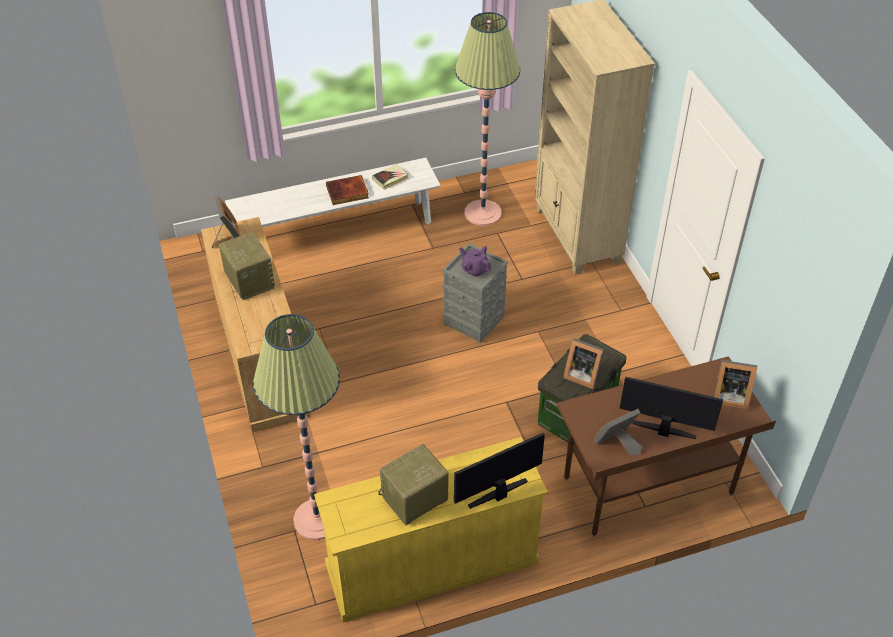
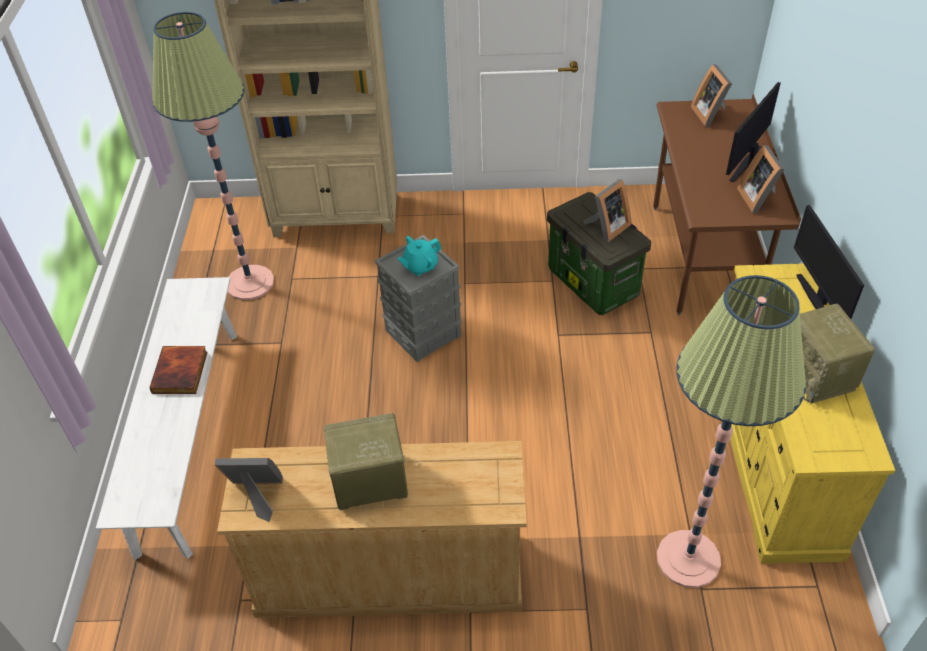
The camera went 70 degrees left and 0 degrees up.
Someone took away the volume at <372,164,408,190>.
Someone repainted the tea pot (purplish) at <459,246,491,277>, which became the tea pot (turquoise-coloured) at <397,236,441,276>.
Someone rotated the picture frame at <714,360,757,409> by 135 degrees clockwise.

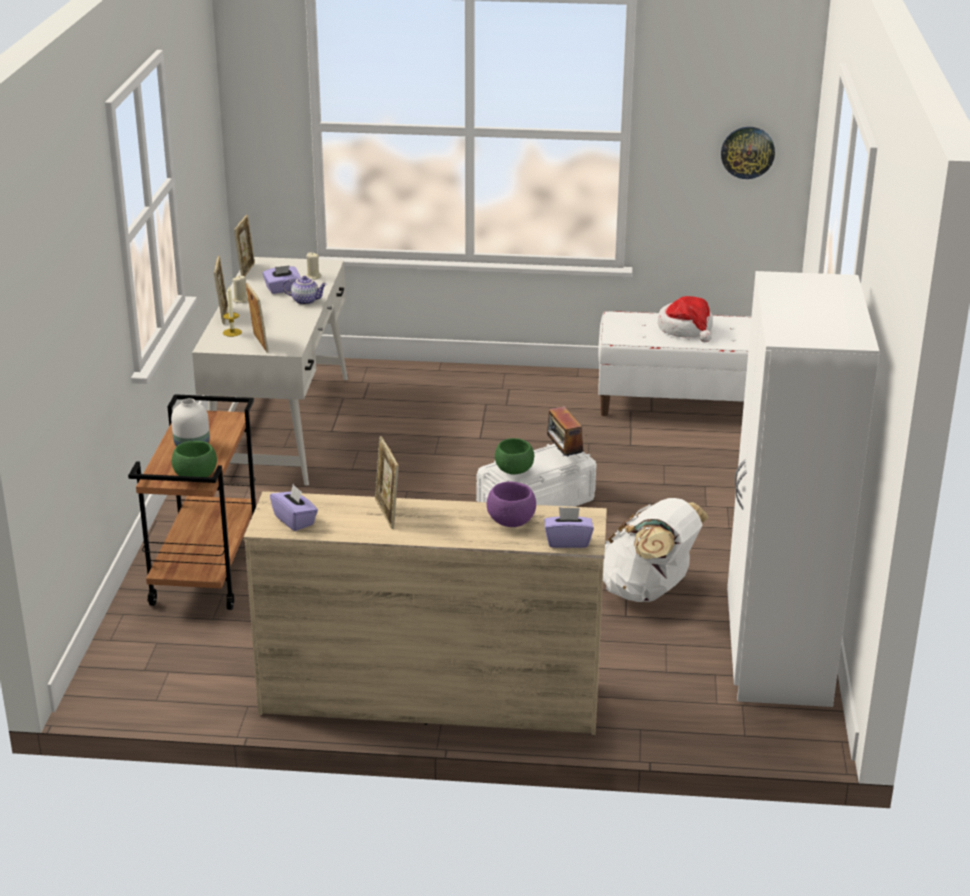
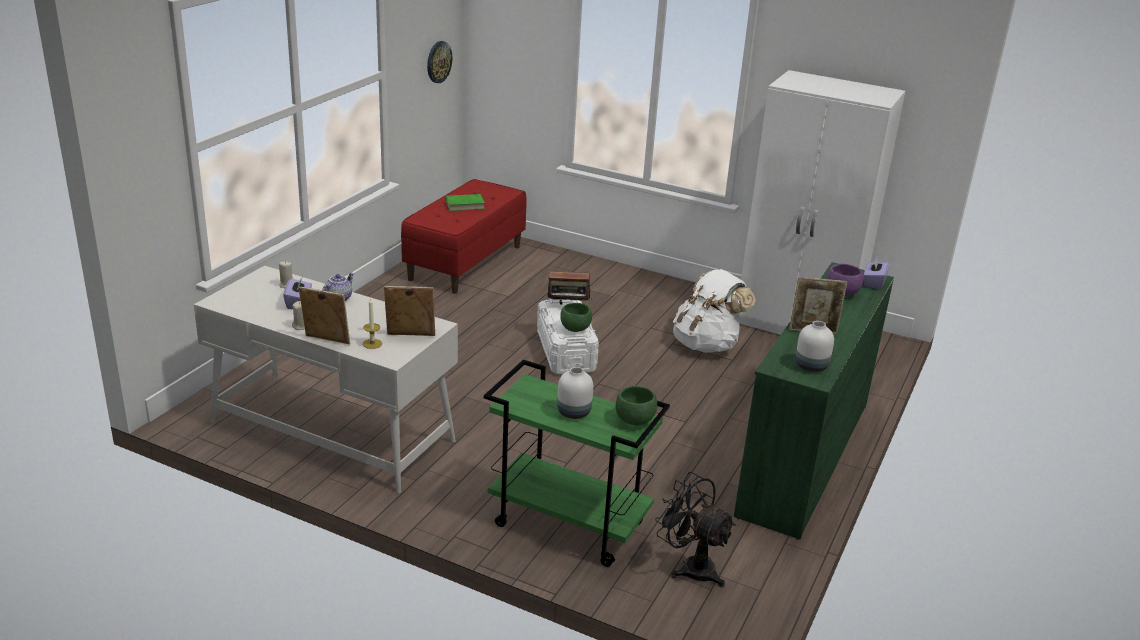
The camera went 70 degrees left and 0 degrees up.
Someone repainted the cart (brown-coloured) at <128,394,256,610>, which became the cart (green) at <484,360,670,567>.
Someone took away the picture frame at <234,215,255,277>.
Someone repainted the chest of drawers (beige-coloured) at <244,491,607,735>, which became the chest of drawers (green) at <734,262,894,540>.
Someone swapped the box of tissues (purplish) at <270,484,318,531> for the flower vase (white-coloured) at <796,321,834,372>.
Someone repainted the indoor bench (white-coloured) at <598,311,751,416>, which became the indoor bench (reddish) at <401,179,527,294>.
Someone swapped the wearable hat at <658,296,713,342> for the volume (green) at <441,194,485,211>.
Someone put down the cooling fan (black-coloured) at <655,472,736,588>.

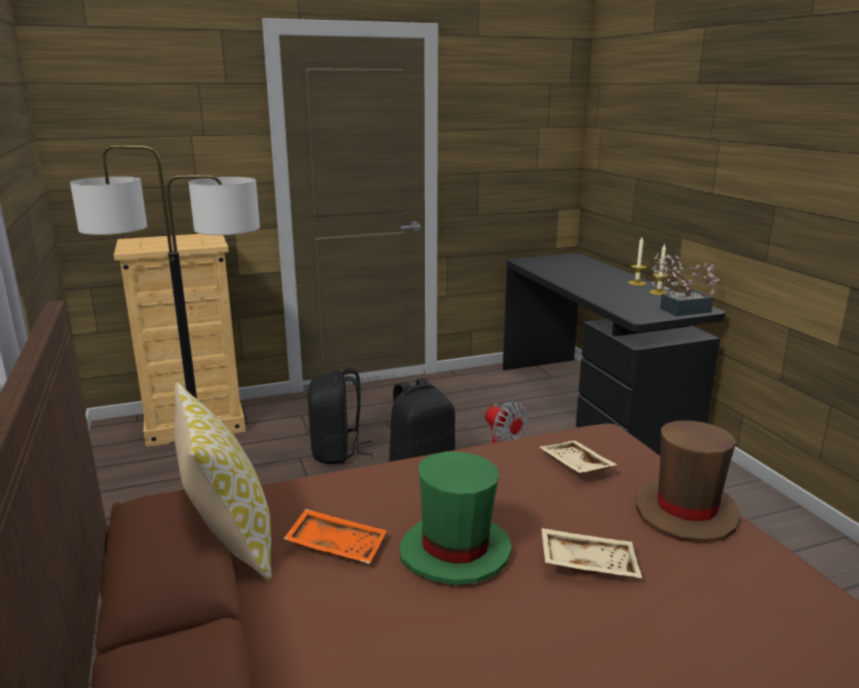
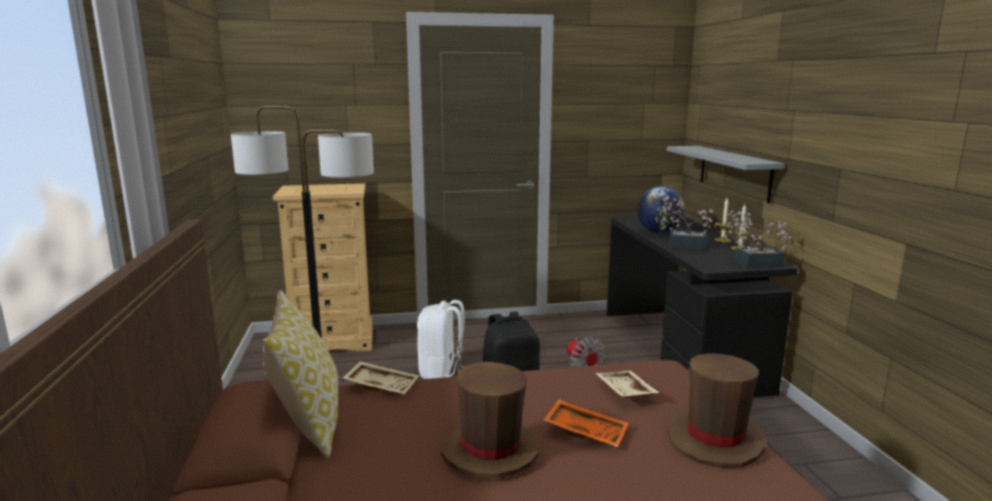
The camera went 10 degrees right and 5 degrees down.
Someone carried the carrying tray (orange-coloured) from <284,509,387,564> to <544,399,629,447>.
Someone repainted the backpack (black-coloured) at <308,368,372,464>, which became the backpack (white-coloured) at <417,300,464,379>.
Someone repainted the wearable hat (green) at <399,451,512,585>, which became the wearable hat (brown-coloured) at <441,362,539,478>.
Someone carried the carrying tray (beige-coloured) from <541,528,642,578> to <343,361,419,395>.
Someone put down the world globe at <637,186,685,233>.
Someone put down the plant in a pot at <655,196,719,250>.
Someone put up the shelf (greyish) at <667,146,785,204>.

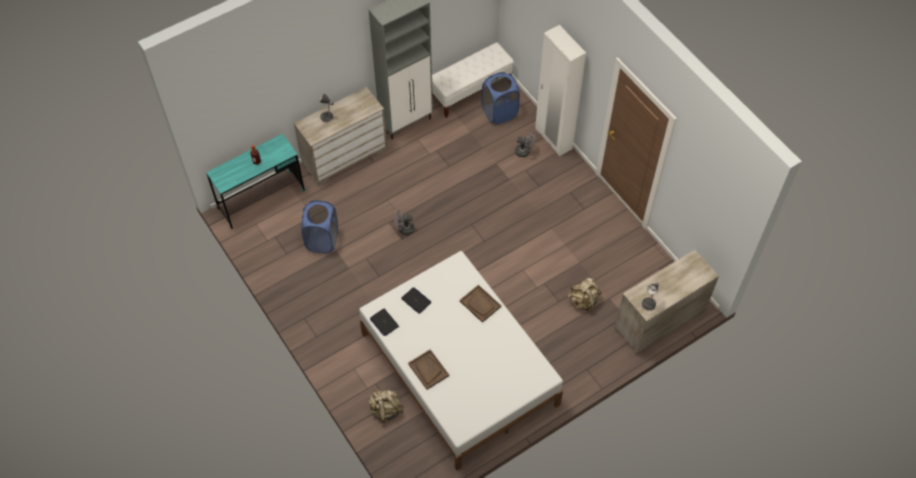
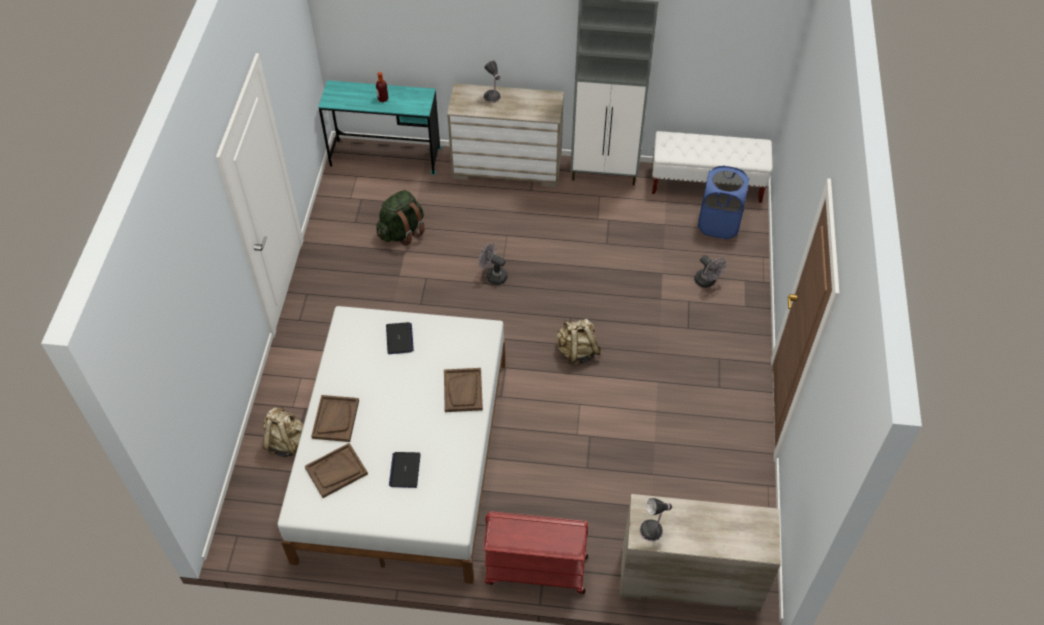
The camera went 40 degrees right and 5 degrees down.
Someone swapped the laundry basket (blue-coloured) at <302,201,338,253> for the backpack (green) at <376,190,425,246>.
Someone carried the portable computer from <370,309,399,336> to <389,452,421,488>.
Someone took away the clothes cupboard (white-coloured) at <535,25,586,156>.
Someone carried the backpack (beige-coloured) from <568,278,602,312> to <556,319,601,365>.
Someone put down the carrying tray (brown-coloured) at <305,443,368,498>.
Someone put down the cart (reddish) at <484,511,588,594>.

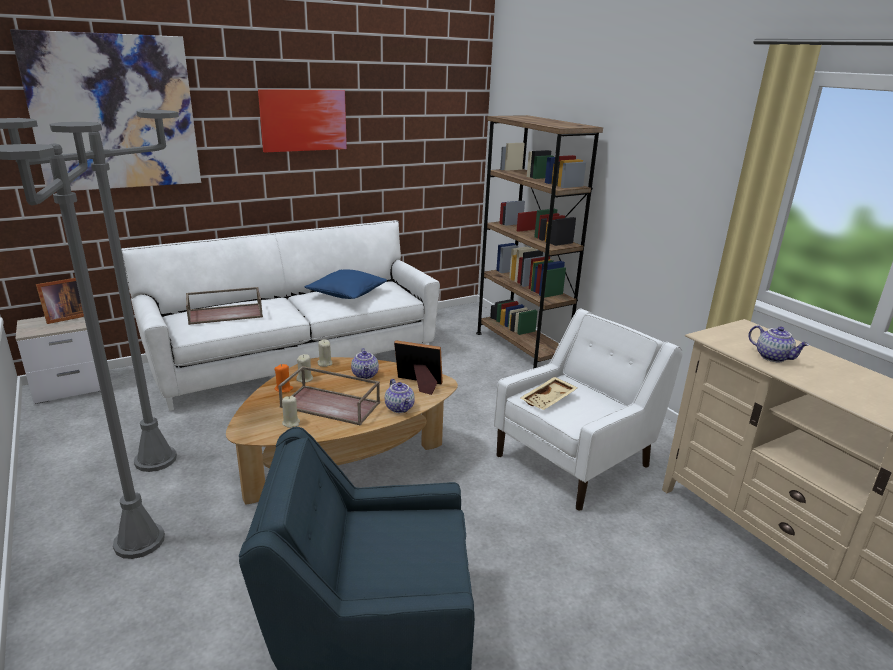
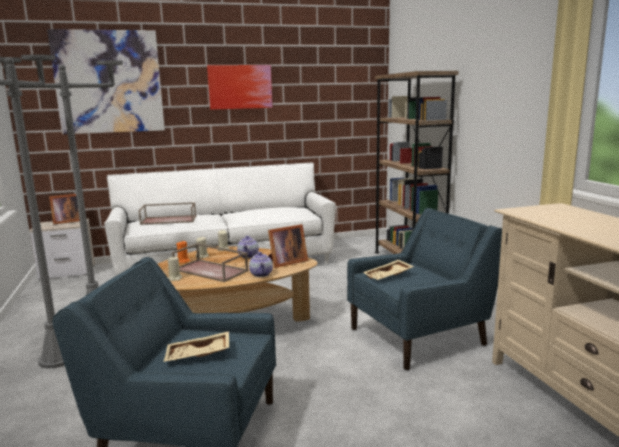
The camera went 15 degrees right and 10 degrees down.
Someone took away the throw pillow (blue-coloured) at <304,269,387,299>.
Someone rotated the picture frame at <394,340,443,395> by 120 degrees clockwise.
Someone repainted the easy chair (white-coloured) at <494,308,683,511>, which became the easy chair (blue-coloured) at <347,208,502,370>.
Someone took away the tea pot at <748,325,809,362>.
Someone put down the carrying tray (beige-coloured) at <163,331,229,362>.

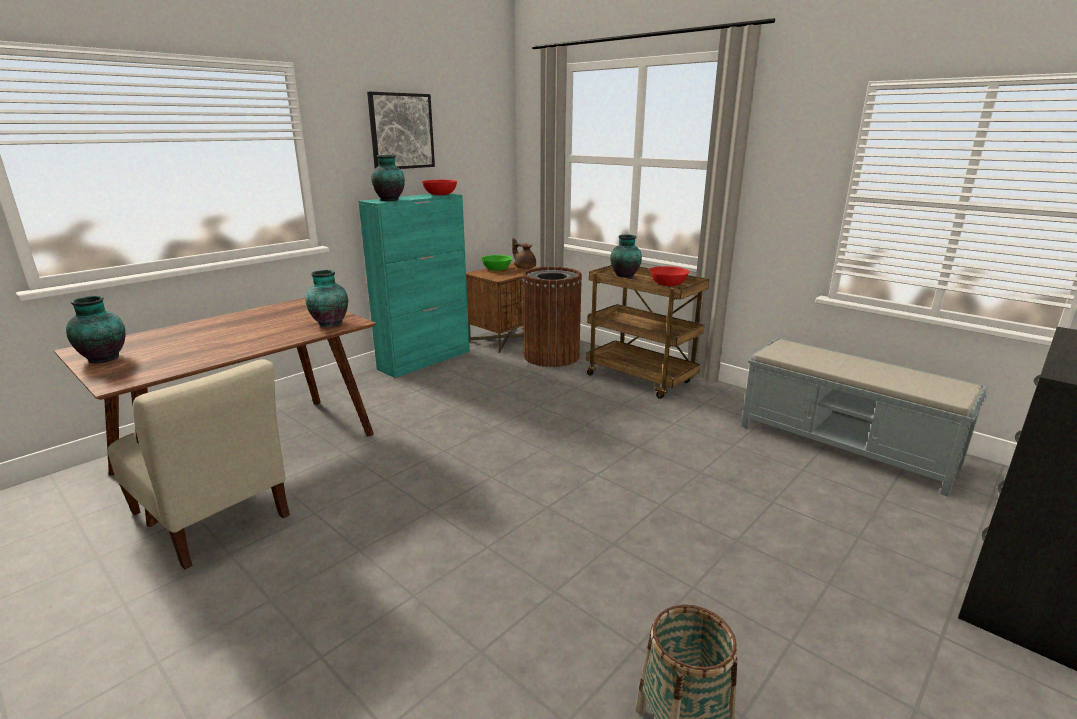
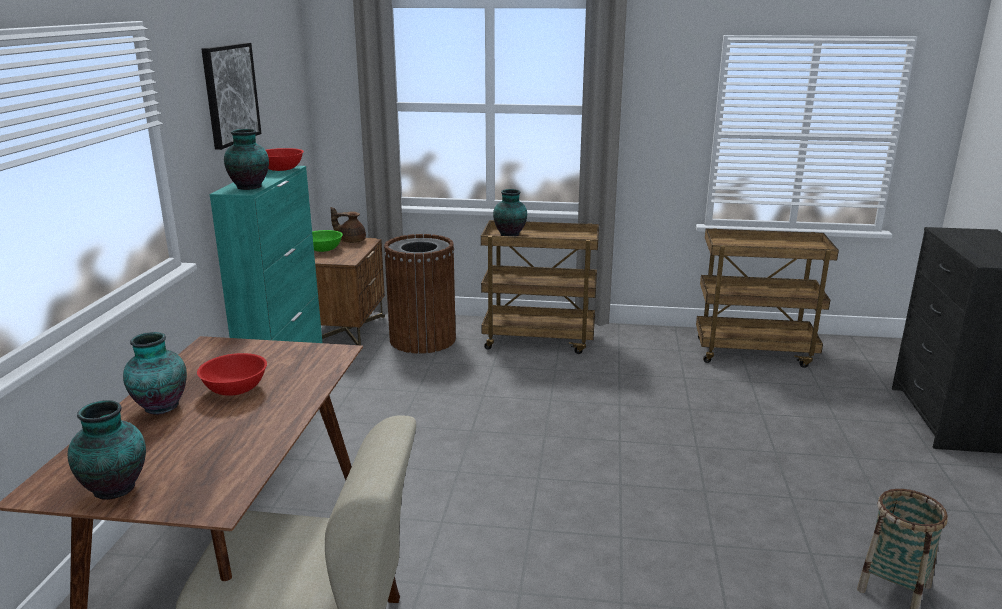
The camera went 35 degrees left and 0 degrees up.
Someone carried the flower vase from <305,270,348,327> to <123,332,187,415>.
Someone carried the serving bowl (reddish) from <649,266,690,286> to <197,353,267,396>.
Someone swapped the indoor bench (greyish) at <741,338,987,497> for the cart (brown-coloured) at <696,228,839,368>.

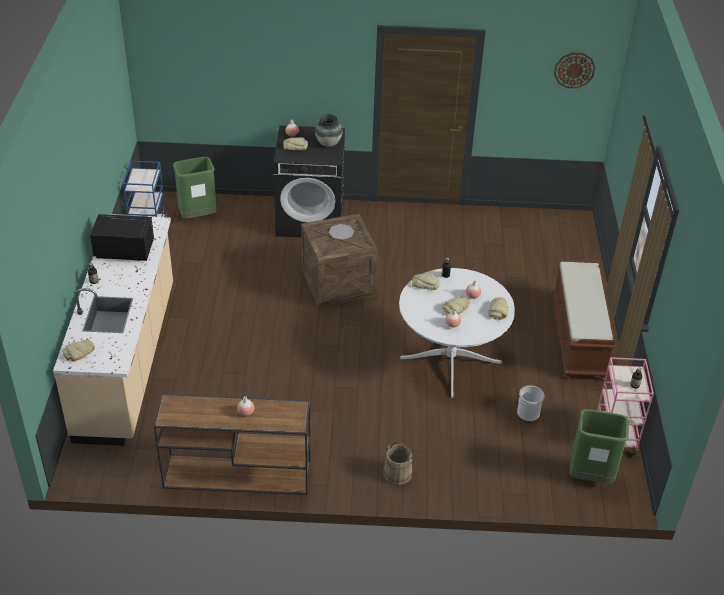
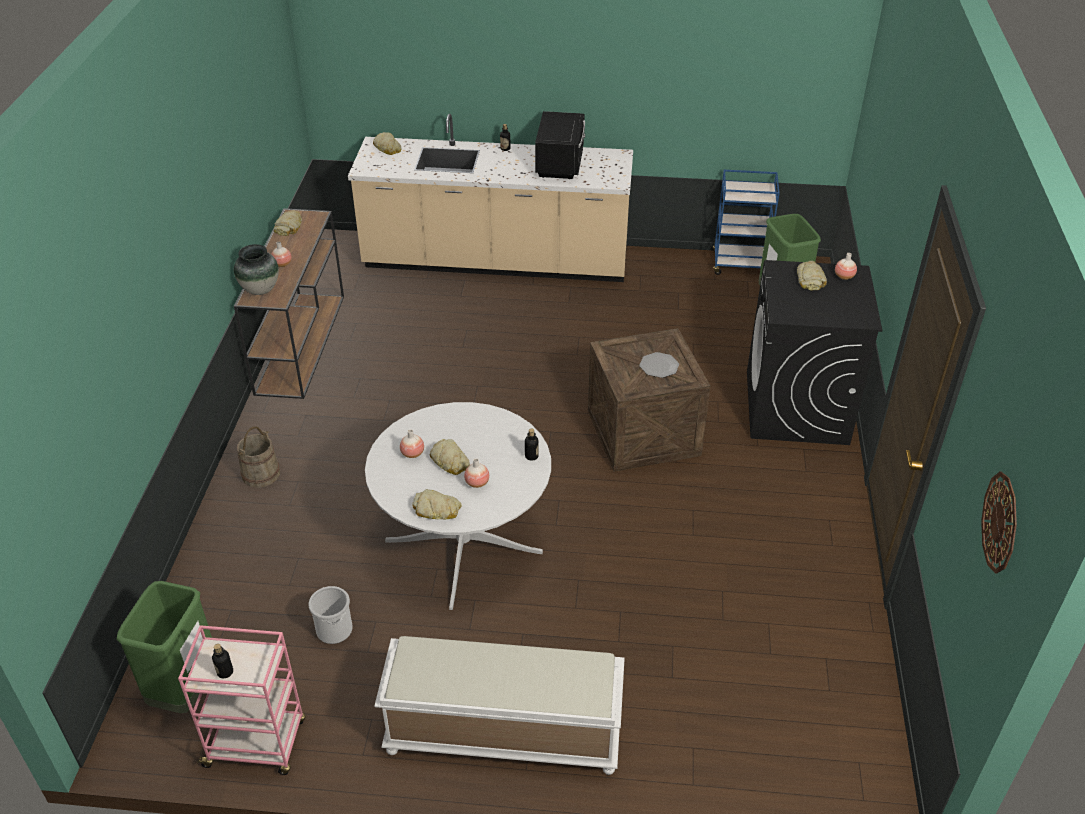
The camera went 95 degrees right and 0 degrees up.
Someone carried the flower vase from <315,114,343,147> to <234,244,279,295>.
Someone carried the baked bread from <412,274,440,290> to <274,210,302,236>.
Someone repainted the indoor bench (brown-coloured) at <553,260,615,381>, which became the indoor bench (white-coloured) at <374,636,625,775>.

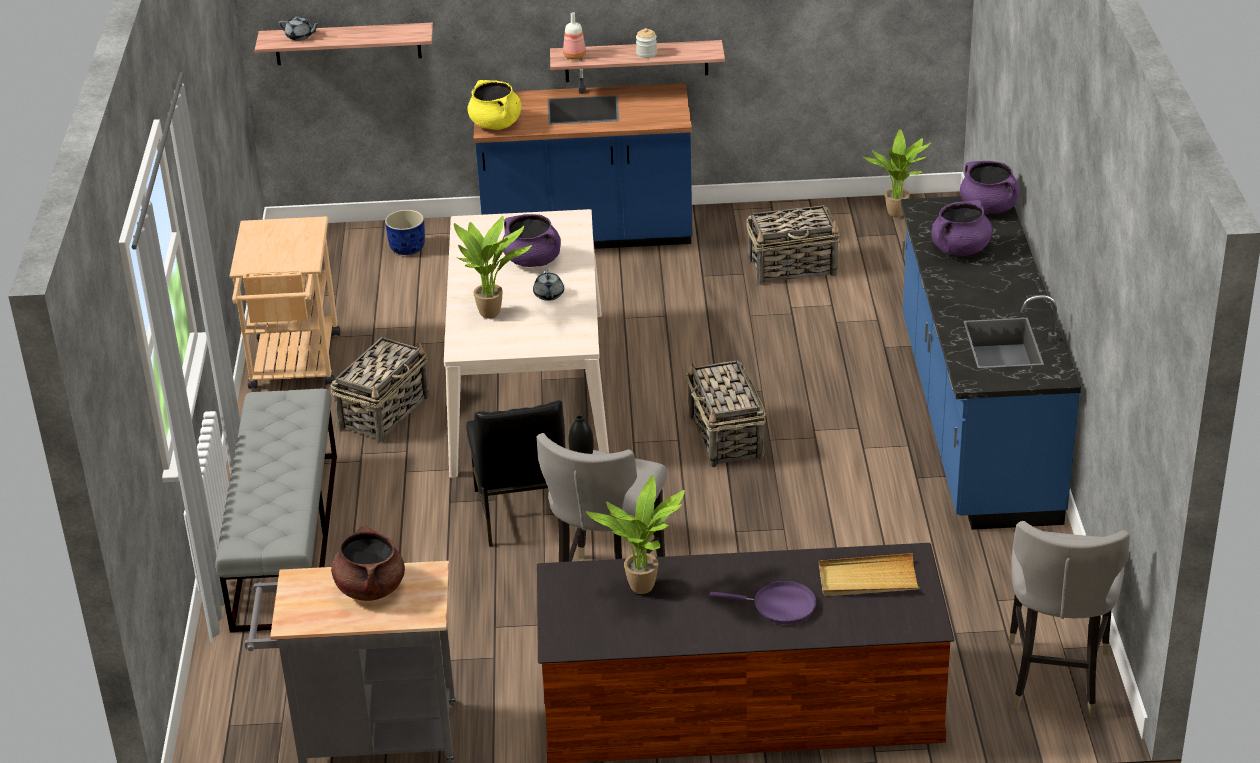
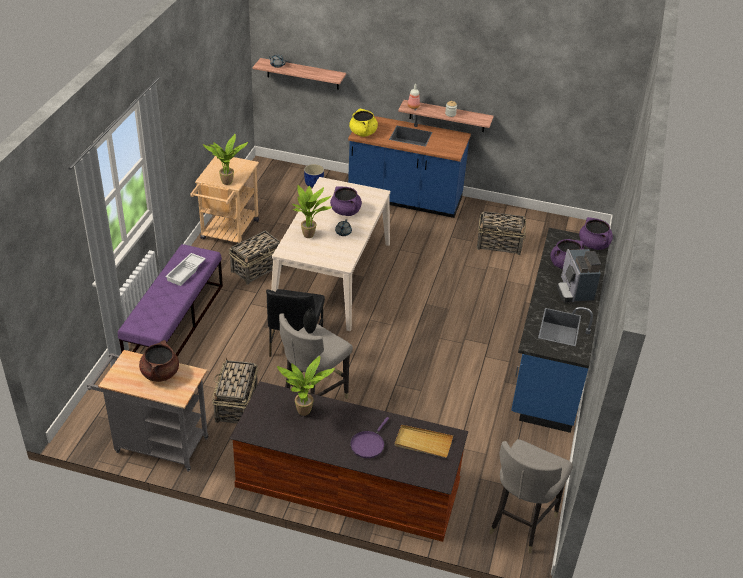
The camera went 15 degrees right and 5 degrees up.
Someone repainted the indoor bench (greyish) at <215,389,337,633>, which became the indoor bench (purplish) at <118,244,223,357>.
Someone carried the storage basket from <685,360,766,467> to <212,358,258,424>.
Someone rotated the frying pan (purplish) at <709,581,816,624> by 90 degrees clockwise.
Someone carried the plant in a pot from <862,129,931,217> to <203,134,248,185>.
Someone put down the carrying tray (white-coloured) at <165,253,206,286>.
Someone put down the coffee machine at <557,249,601,302>.

